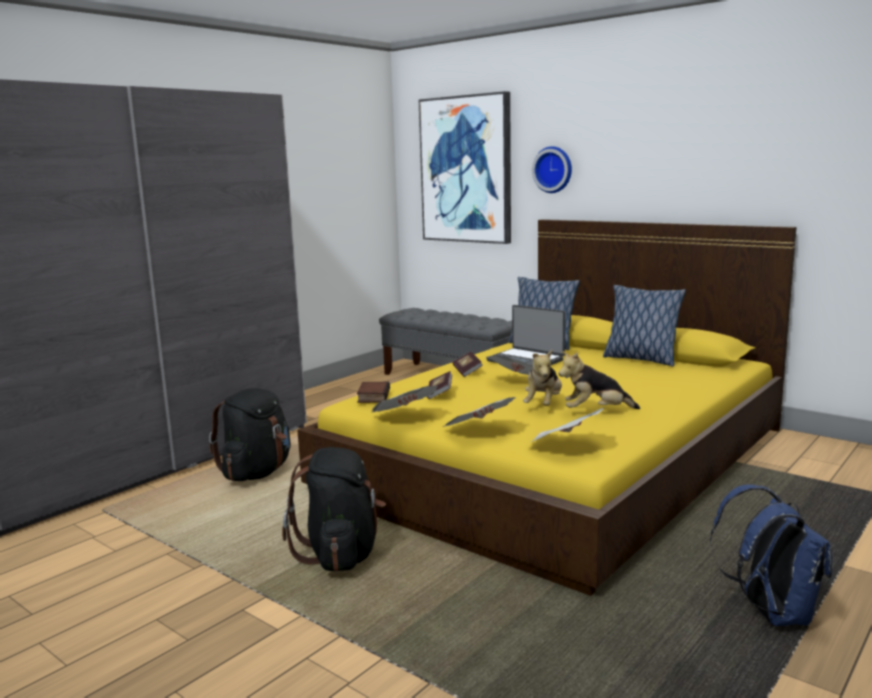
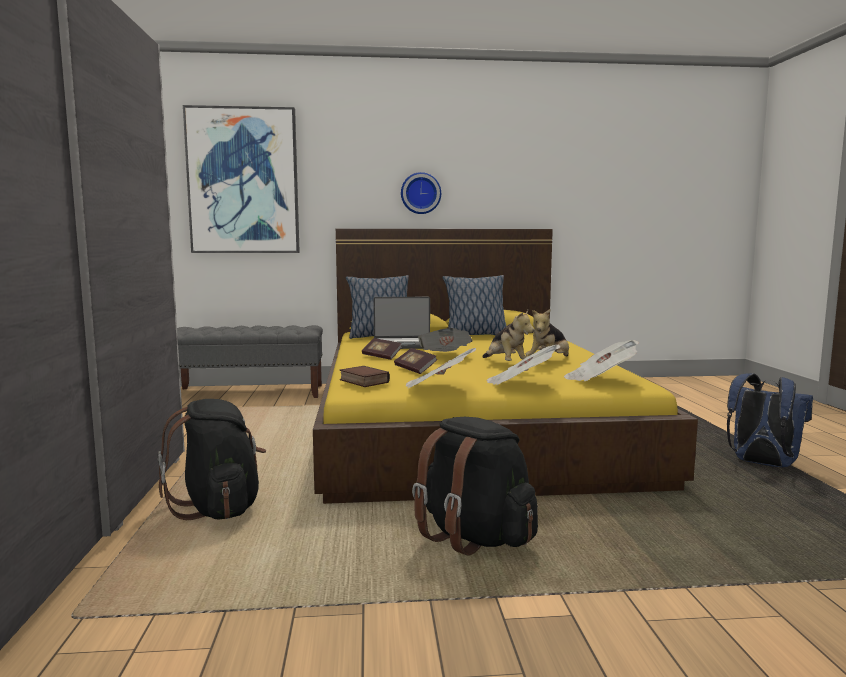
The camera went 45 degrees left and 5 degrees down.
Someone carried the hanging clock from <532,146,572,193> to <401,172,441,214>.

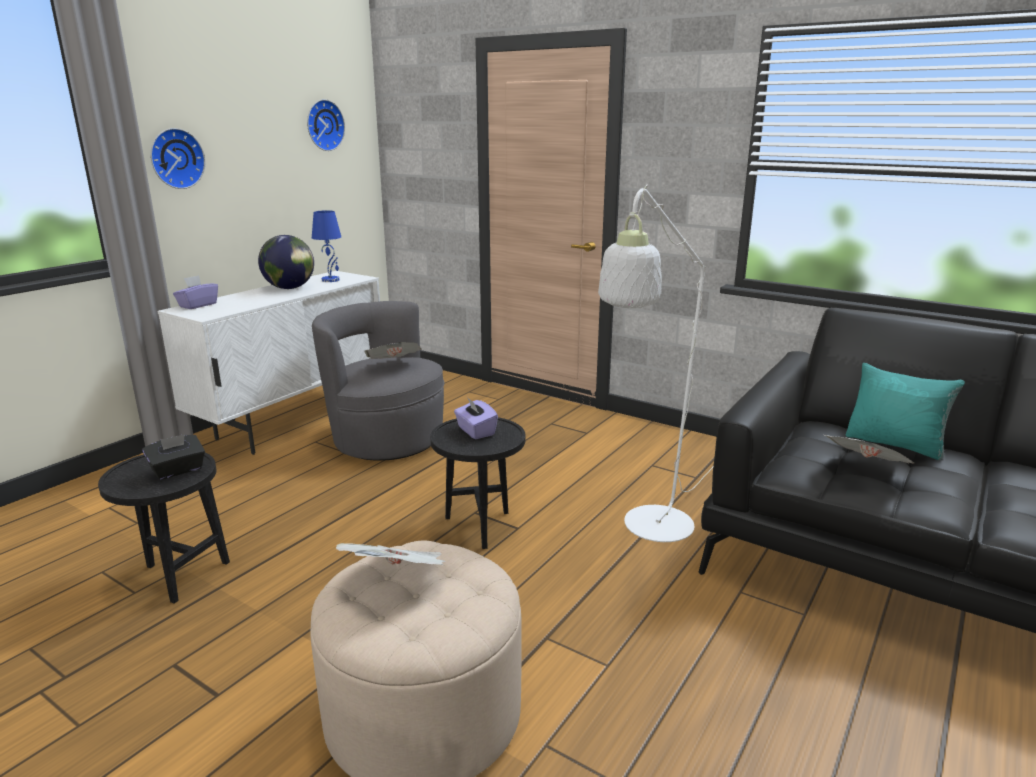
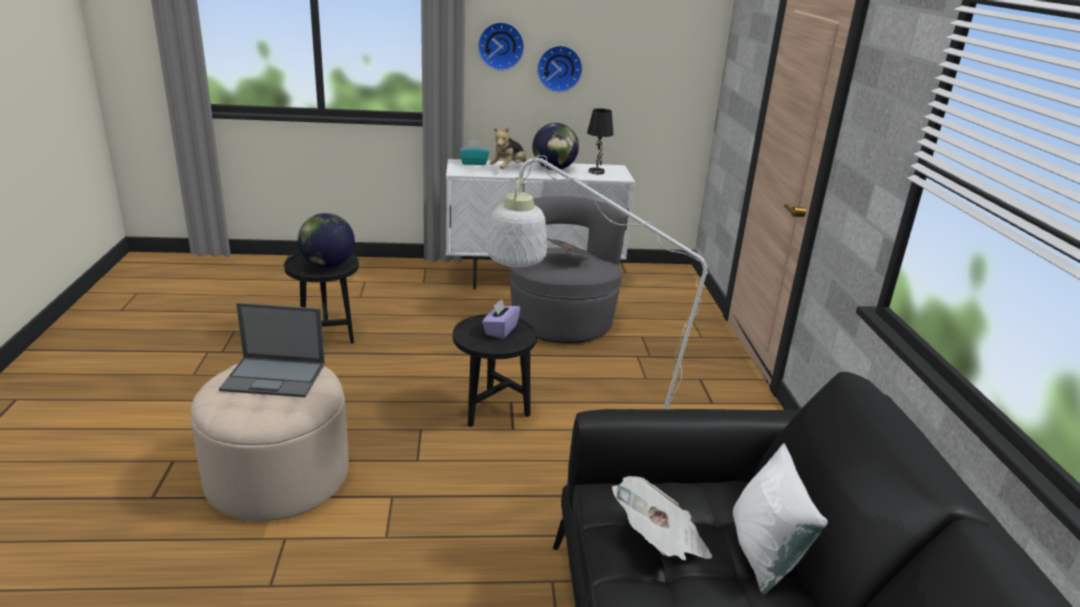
The camera went 50 degrees right and 5 degrees up.
Someone swapped the box of tissues (black-coloured) at <142,434,205,480> for the world globe at <298,213,355,269>.
Someone repainted the box of tissues (purplish) at <173,275,218,309>, which became the box of tissues (turquoise-coloured) at <459,140,489,165>.
Someone carried the hanging clock from <307,99,345,151> to <537,45,583,93>.
Someone repainted the tabletop lamp (blue-coloured) at <312,210,341,282>, which became the tabletop lamp (black-coloured) at <587,108,614,174>.
Someone swapped the daily paper at <336,543,446,565> for the portable computer at <219,303,325,397>.
Someone repainted the throw pillow (turquoise-coloured) at <846,363,965,460>, which became the throw pillow (white-coloured) at <733,443,828,595>.
Someone put down the plush toy at <489,127,527,169>.

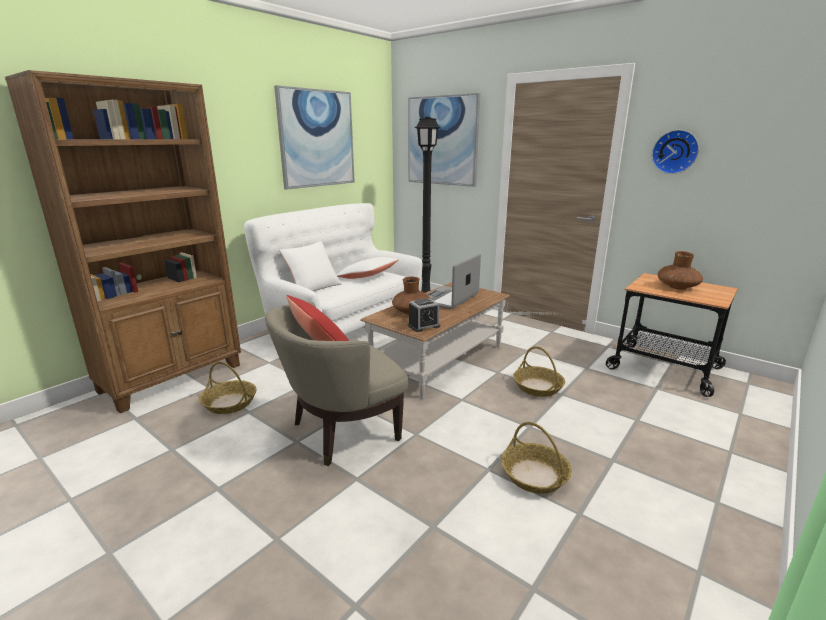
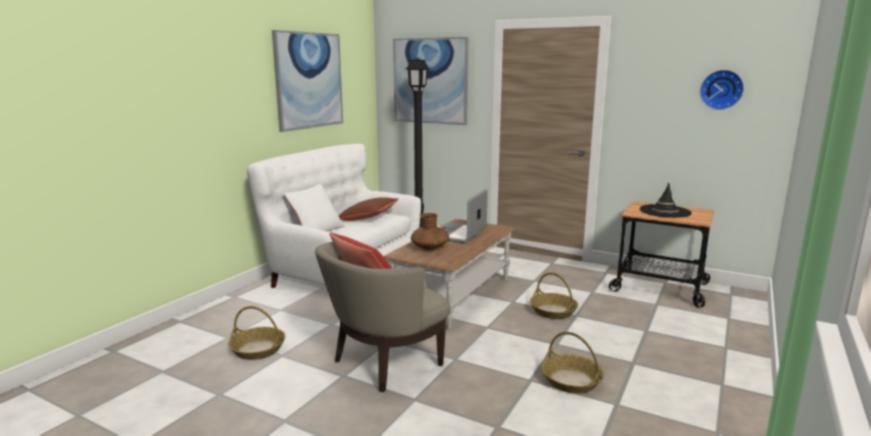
The camera went 10 degrees left and 5 degrees down.
Someone took away the bookshelf (brown-coloured) at <5,70,241,413>.
Someone repainted the throw pillow (white-coloured) at <337,257,399,279>, which became the throw pillow (brown-coloured) at <339,197,398,221>.
Someone took away the table clock at <408,298,440,332>.
Someone carried the hanging clock from <652,130,699,174> to <700,70,744,110>.
Someone swapped the flower vase (brown-coloured) at <658,251,703,290> for the wearable hat (black-coloured) at <640,183,692,218>.

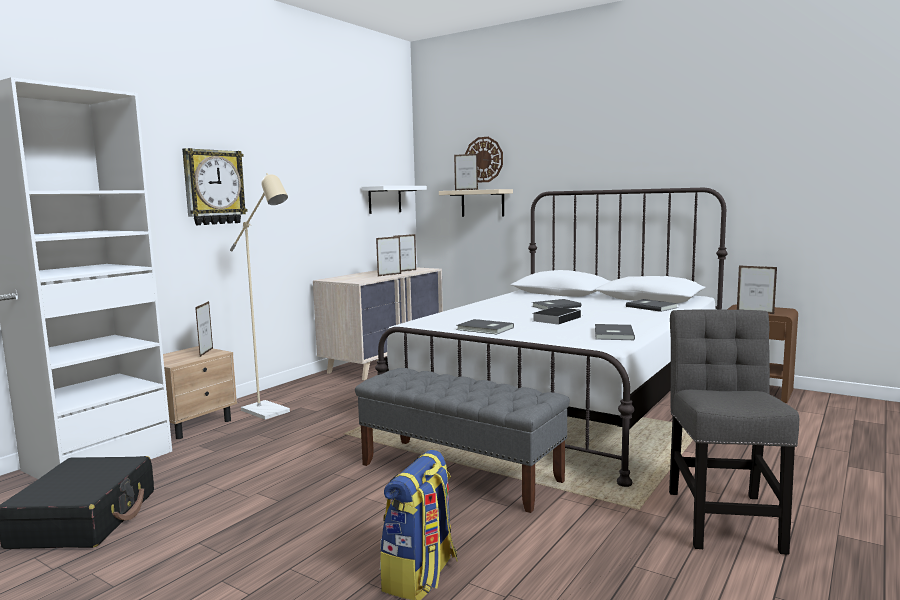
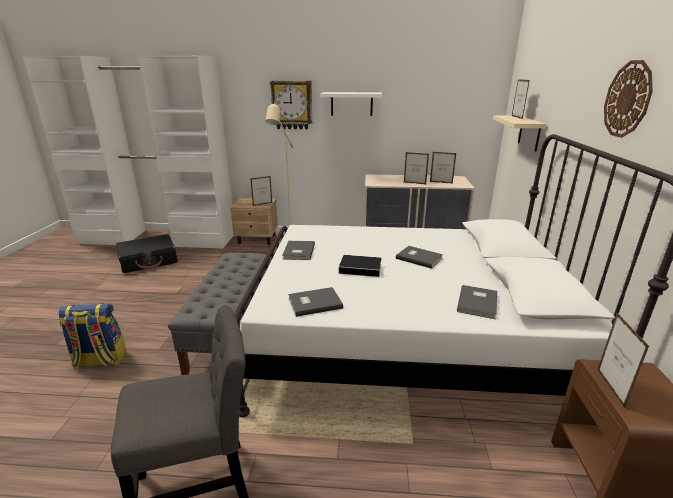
The camera went 60 degrees right and 15 degrees up.
Someone carried the shelf (white-coloured) from <362,186,427,214> to <320,92,382,116>.
Someone carried the hanging clock from <465,137,503,182> to <604,60,653,138>.

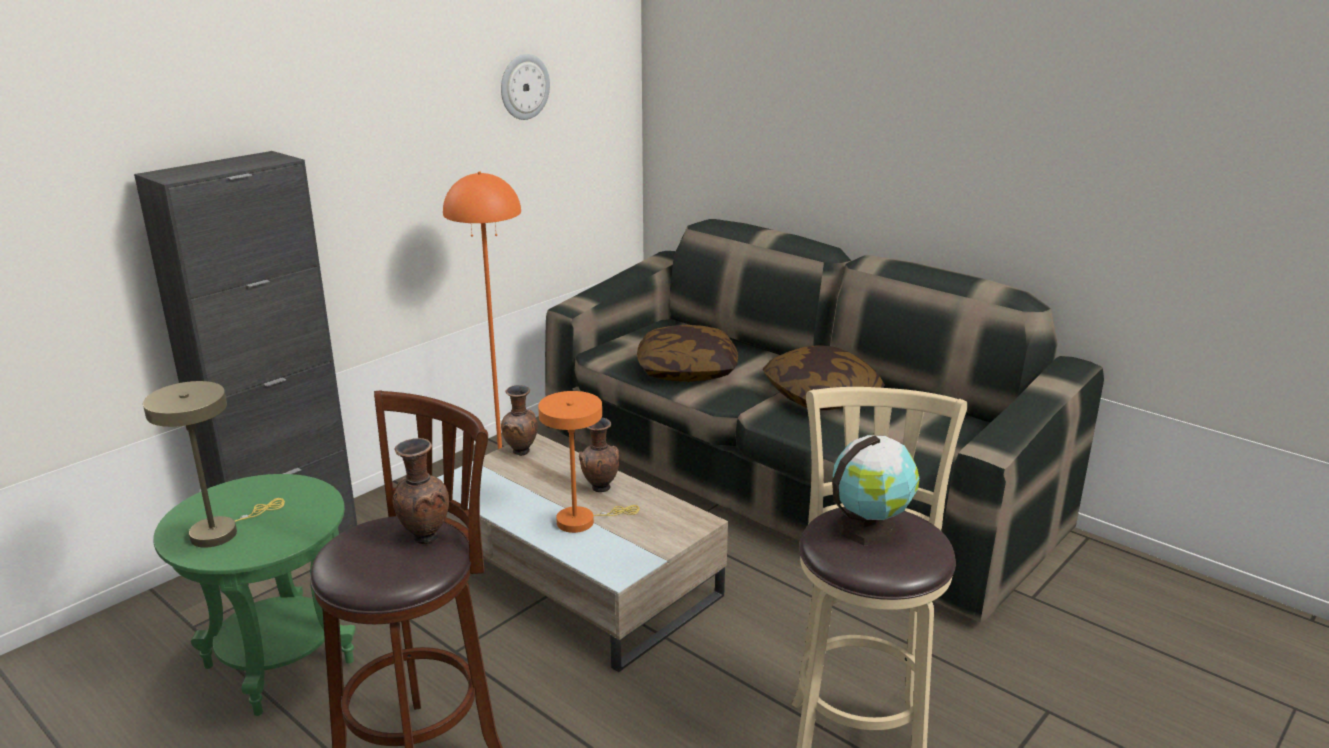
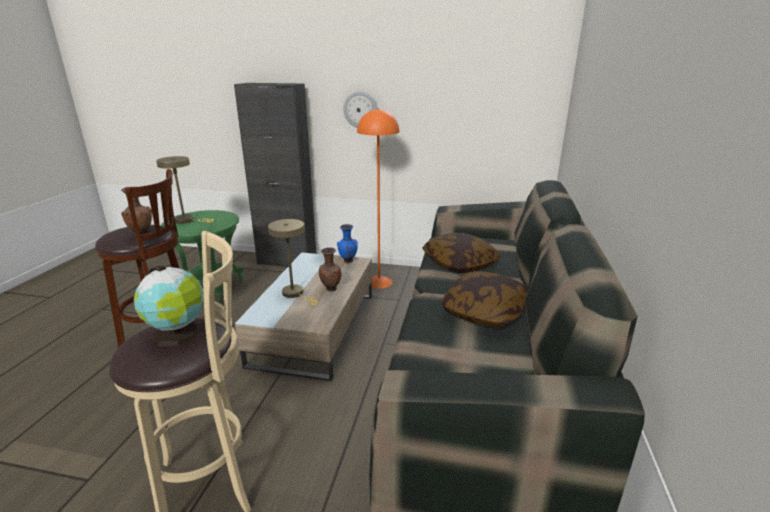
The camera went 60 degrees right and 0 degrees up.
Someone carried the hanging clock from <501,54,550,120> to <344,91,378,128>.
Someone repainted the flower vase (brown-coloured) at <501,385,538,456>, which became the flower vase (blue-coloured) at <337,224,358,263>.
Someone repainted the tabletop lamp (orange-coloured) at <538,391,640,533>, which became the tabletop lamp (beige-coloured) at <268,219,318,305>.

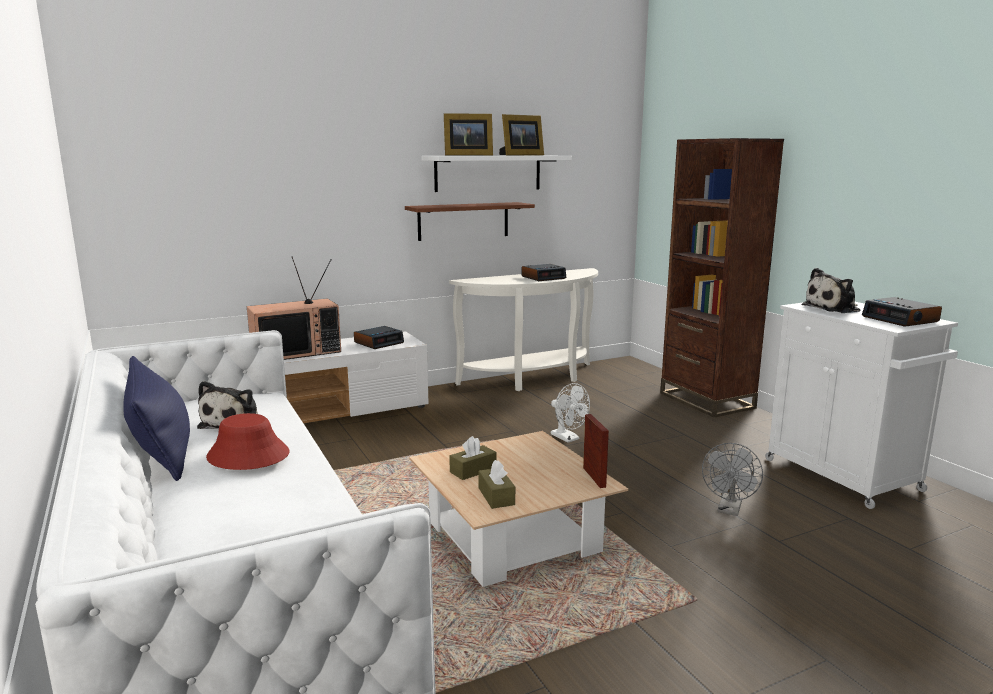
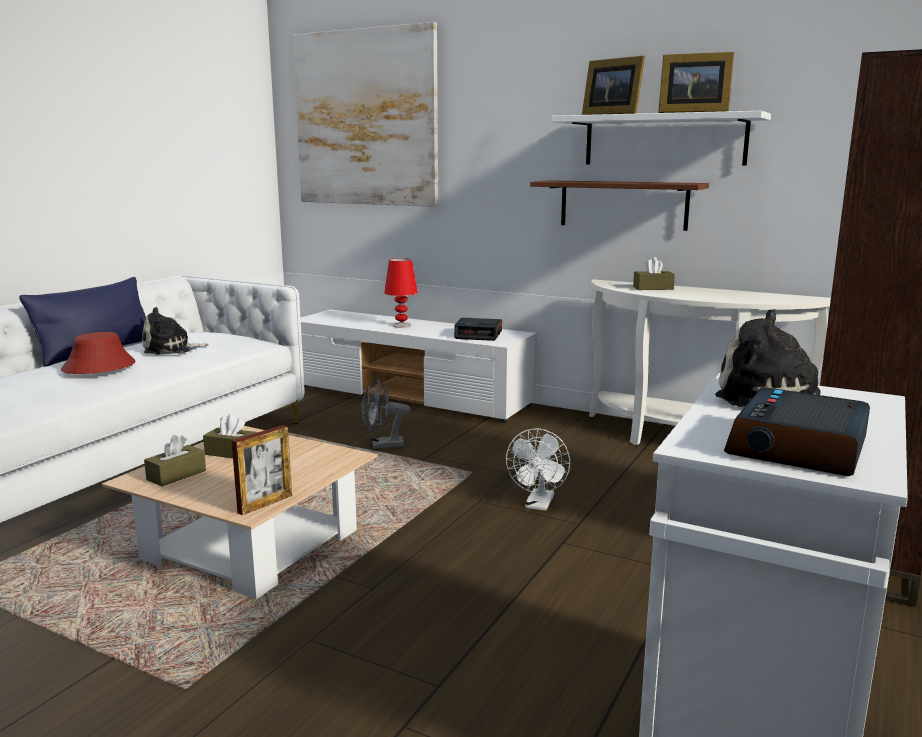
The camera went 55 degrees right and 0 degrees up.
Someone swapped the television at <247,256,341,360> for the tabletop lamp (reddish) at <384,258,418,328>.
Someone took away the table clock at <522,264,566,281>.
Someone carried the cooling fan (greyish) from <702,443,763,516> to <361,379,410,449>.
Someone put up the wall art at <293,22,438,207>.
Someone put down the box of tissues (brown-coloured) at <633,257,675,290>.

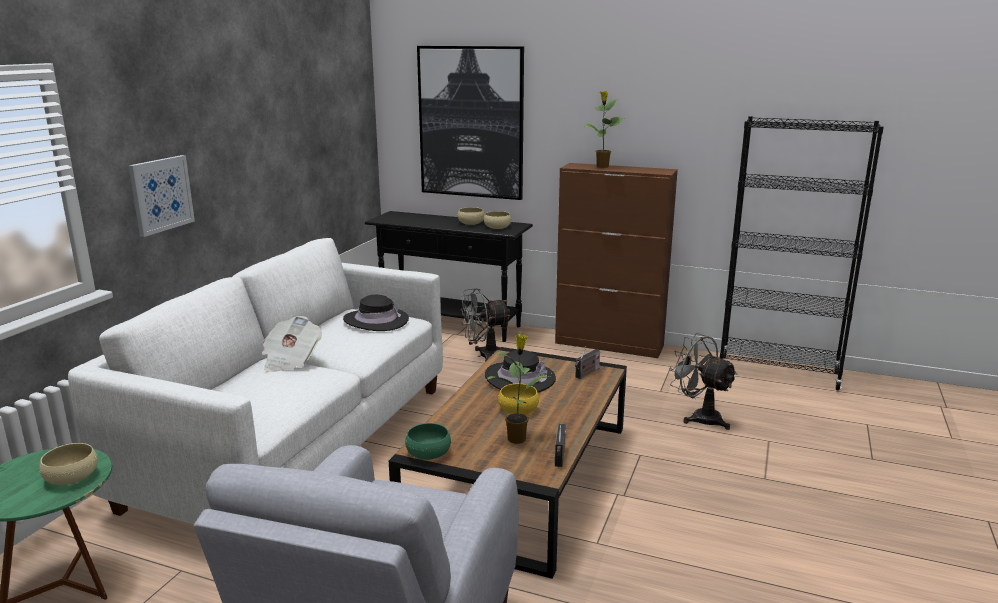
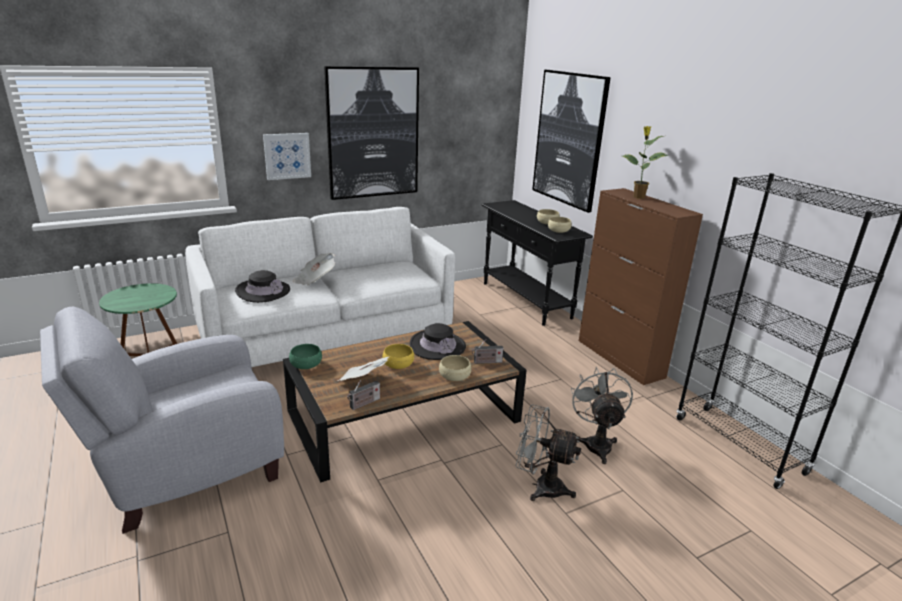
The camera went 40 degrees right and 5 degrees up.
Someone carried the serving bowl (beige-coloured) from <39,443,98,485> to <439,355,472,381>.
Someone carried the wearable hat (black-coloured) from <343,295,409,331> to <235,270,290,303>.
Someone carried the cooling fan (greyish) from <460,288,511,362> to <516,404,581,501>.
Someone swapped the plant in a pot at <485,334,552,444> for the daily paper at <338,356,390,381>.
Someone put up the wall art at <324,66,419,200>.

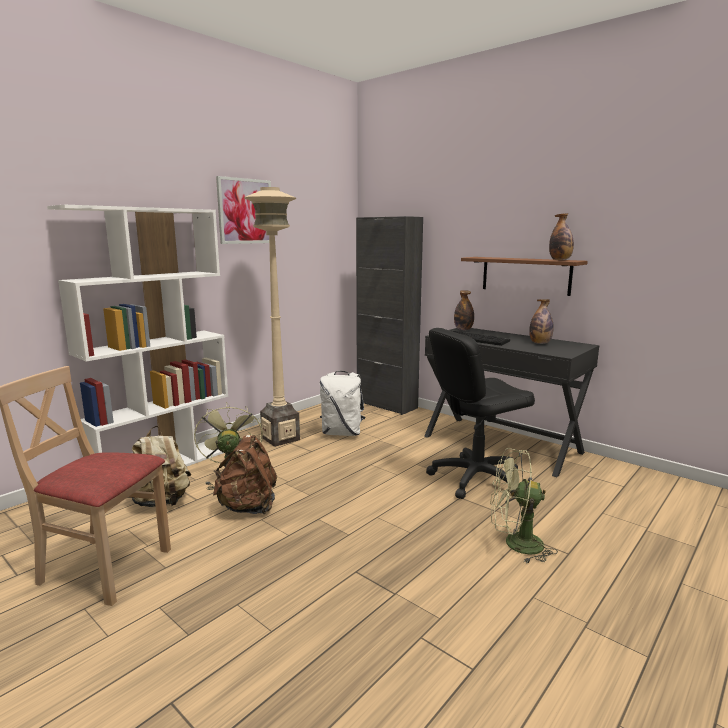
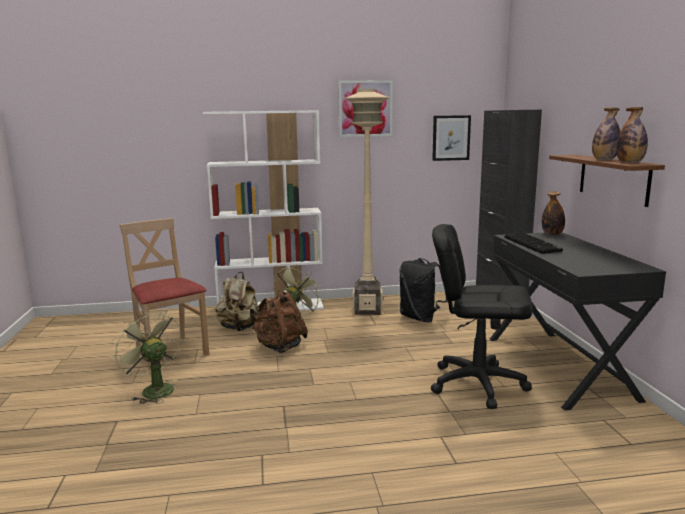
The camera went 40 degrees right and 0 degrees up.
Someone repainted the backpack (white-coloured) at <320,371,365,436>, which became the backpack (black-coloured) at <400,258,448,322>.
Someone carried the cooling fan (green) from <490,448,558,563> to <112,311,181,404>.
Someone carried the beverage bottle from <529,299,554,344> to <592,108,620,160>.
Someone put up the wall art at <432,115,471,161>.

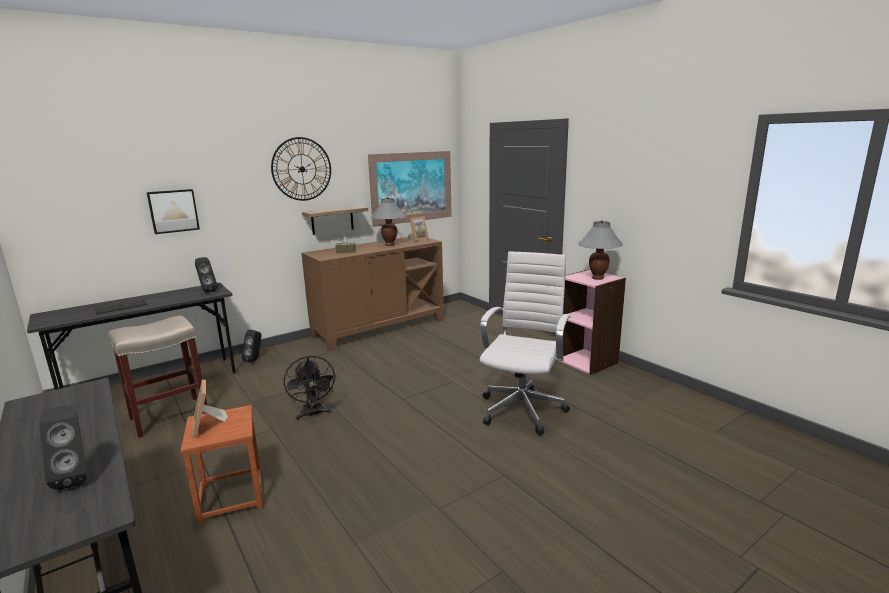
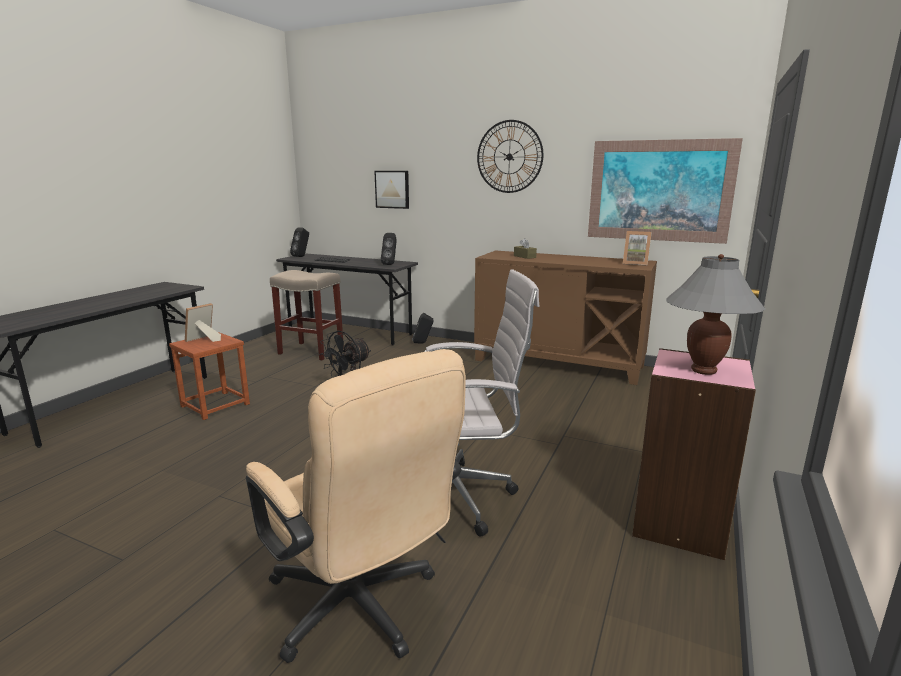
The camera went 60 degrees right and 0 degrees up.
Someone carried the audio speaker (black-coloured) from <39,405,87,490> to <290,227,309,257>.
Someone took away the shelf at <302,206,368,235>.
Someone took away the tabletop lamp (greyish) at <371,197,406,246>.
Someone put down the desk chair (beige-coloured) at <246,349,466,663>.

